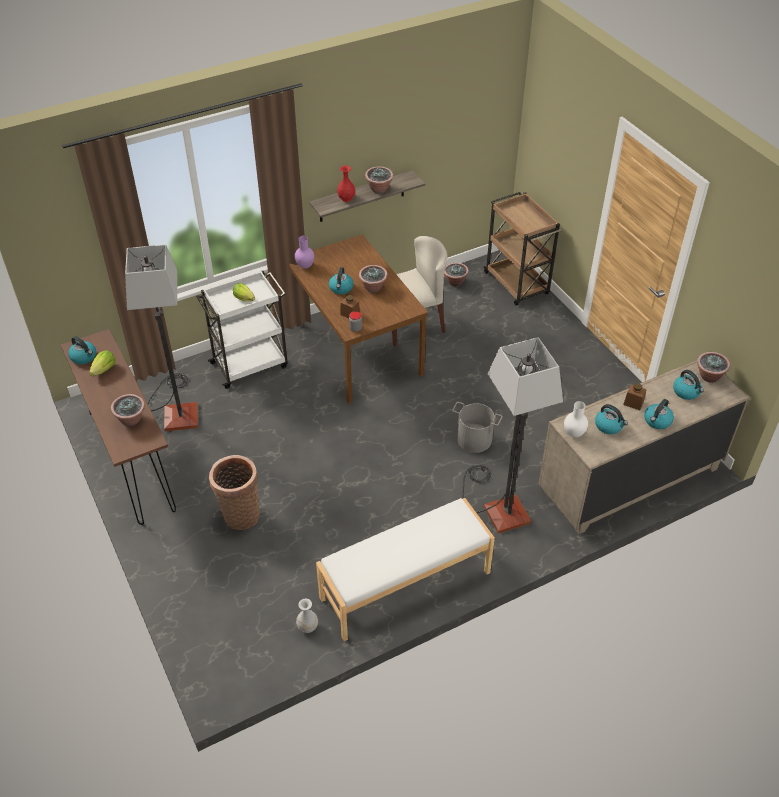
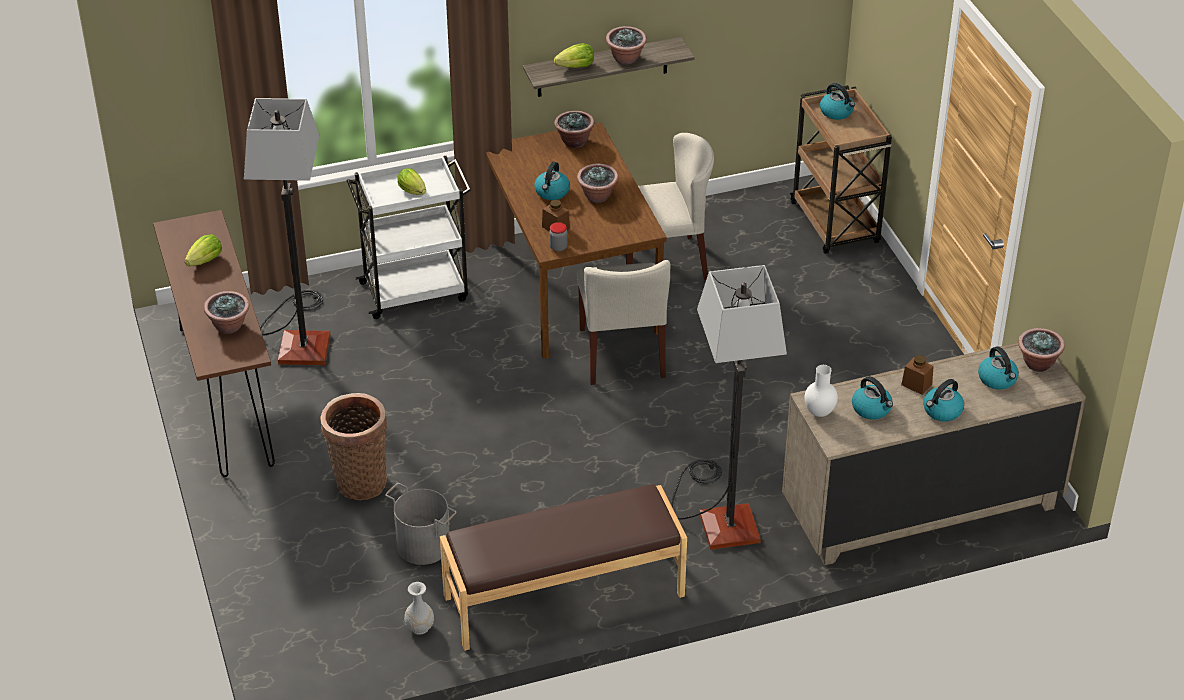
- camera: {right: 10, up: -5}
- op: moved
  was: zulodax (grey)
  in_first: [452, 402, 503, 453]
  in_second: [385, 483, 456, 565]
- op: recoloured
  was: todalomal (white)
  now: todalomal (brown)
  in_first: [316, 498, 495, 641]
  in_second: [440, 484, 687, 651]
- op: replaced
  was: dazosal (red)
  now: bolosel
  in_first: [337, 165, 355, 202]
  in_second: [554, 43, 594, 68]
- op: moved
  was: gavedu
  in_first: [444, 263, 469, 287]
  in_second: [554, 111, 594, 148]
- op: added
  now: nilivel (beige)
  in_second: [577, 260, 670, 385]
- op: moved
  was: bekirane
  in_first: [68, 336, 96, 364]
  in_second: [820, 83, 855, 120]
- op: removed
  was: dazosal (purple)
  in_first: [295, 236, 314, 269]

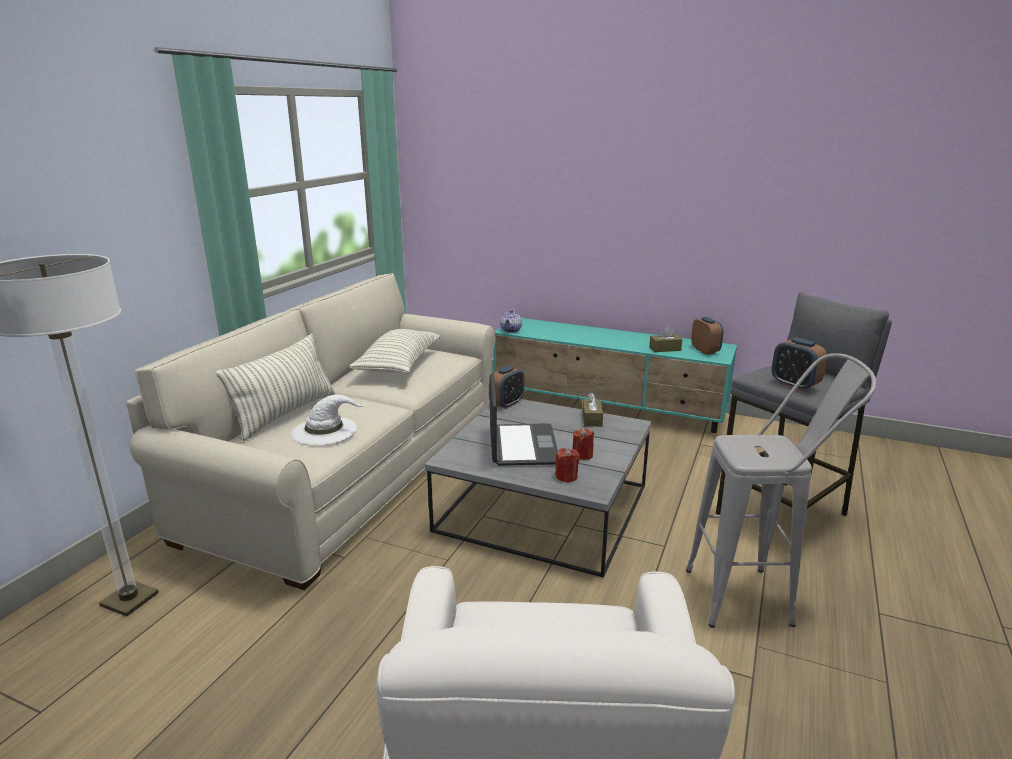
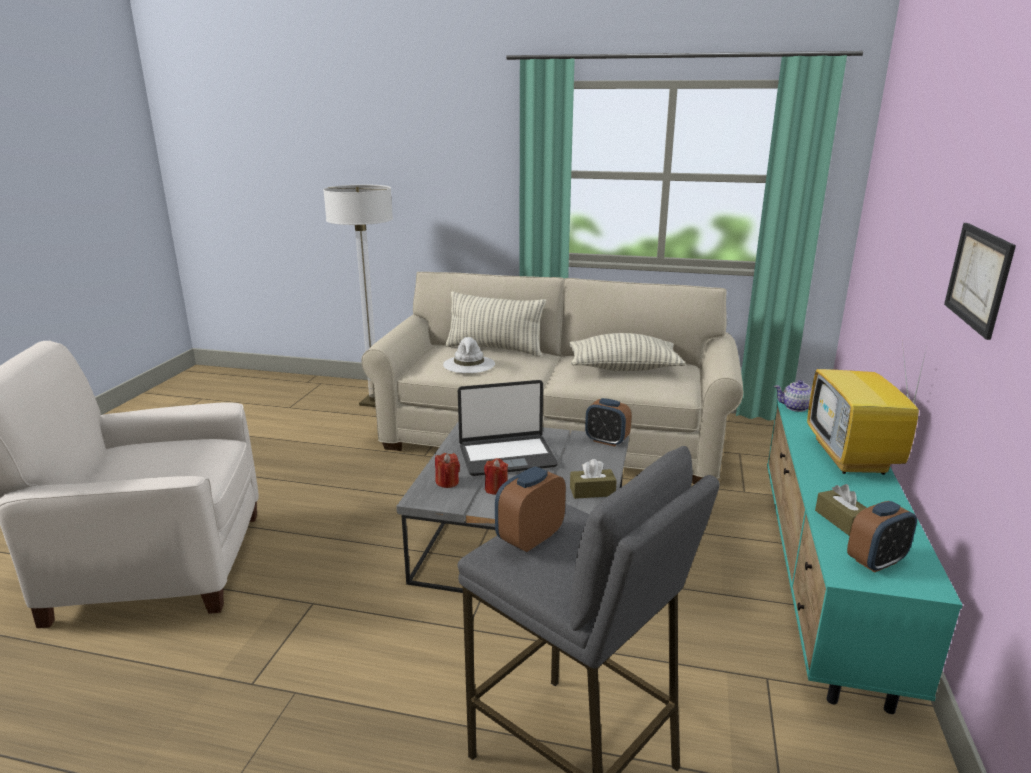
- camera: {right: 80, up: 0}
- op: added
  now: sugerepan
  in_second: [807, 342, 928, 475]
- op: added
  now: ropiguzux
  in_second: [944, 223, 1016, 340]
- op: removed
  was: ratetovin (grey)
  in_first: [686, 353, 877, 628]

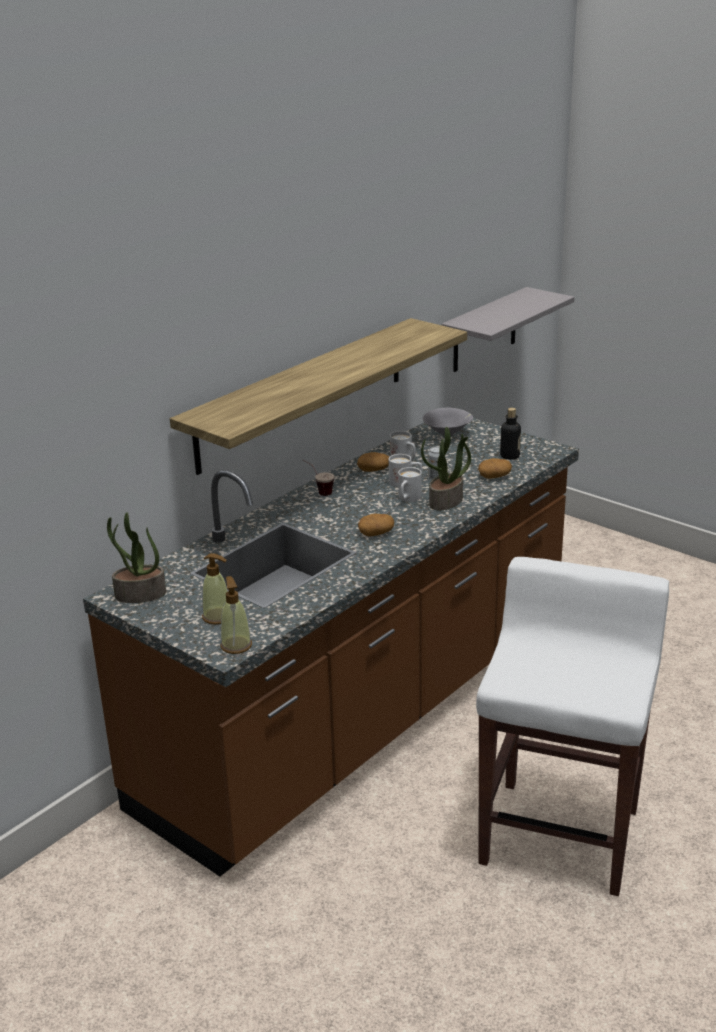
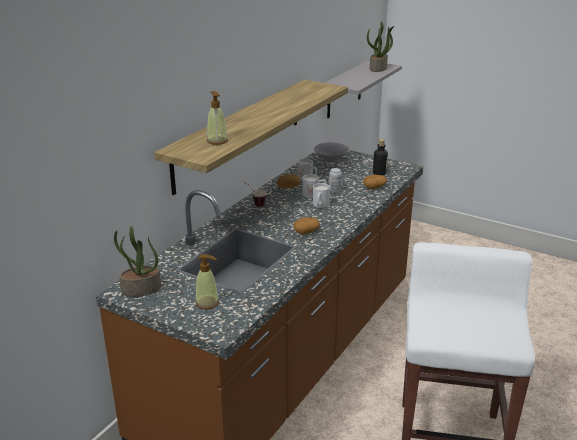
- camera: {right: -10, up: 0}
- op: moved
  was: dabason
  in_first: [221, 576, 252, 654]
  in_second: [207, 91, 228, 145]
- op: moved
  was: gavedu
  in_first: [421, 427, 471, 510]
  in_second: [367, 21, 394, 72]

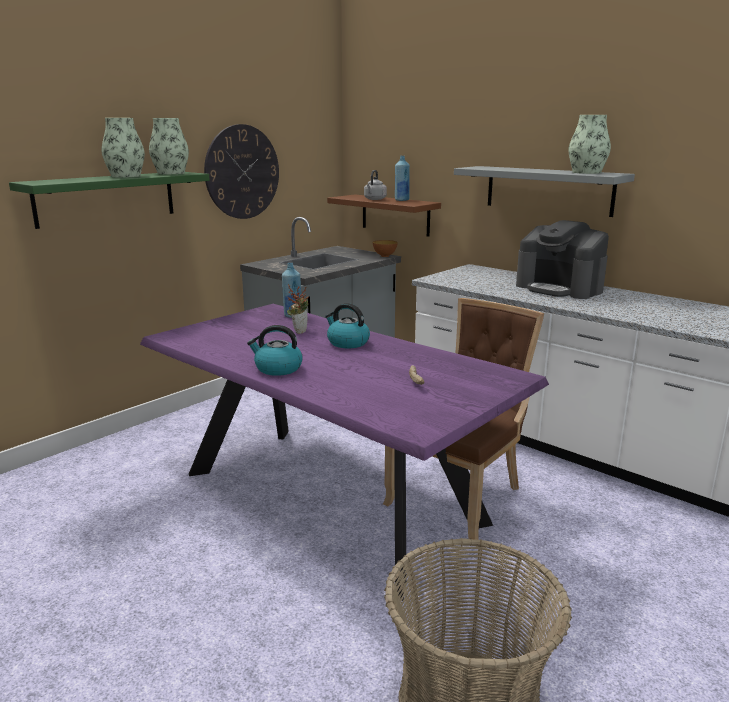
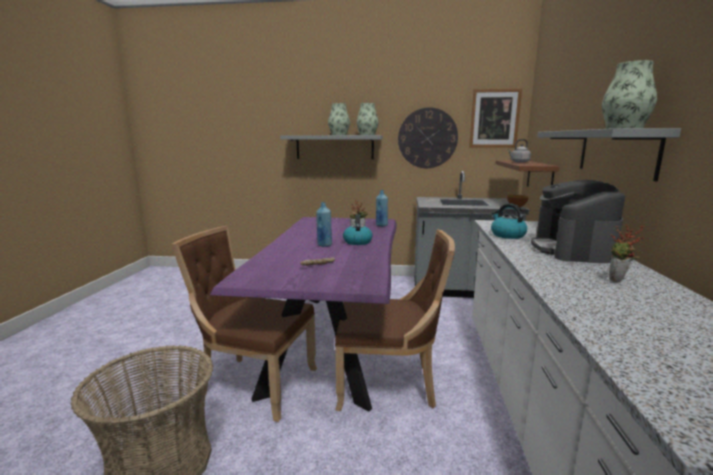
- camera: {right: 55, up: -5}
- op: added
  now: nilivel (brown)
  in_second: [171, 226, 317, 422]
- op: recoloured
  was: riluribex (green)
  now: riluribex (grey)
  in_first: [9, 172, 210, 229]
  in_second: [280, 135, 383, 159]
- op: moved
  was: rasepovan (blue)
  in_first: [395, 155, 410, 201]
  in_second: [316, 202, 332, 247]
- op: added
  now: ropiguzux
  in_second: [469, 88, 522, 148]
- op: moved
  was: bekirane
  in_first: [247, 325, 303, 376]
  in_second: [491, 204, 527, 239]
- op: added
  now: gavedu
  in_second: [609, 224, 645, 282]

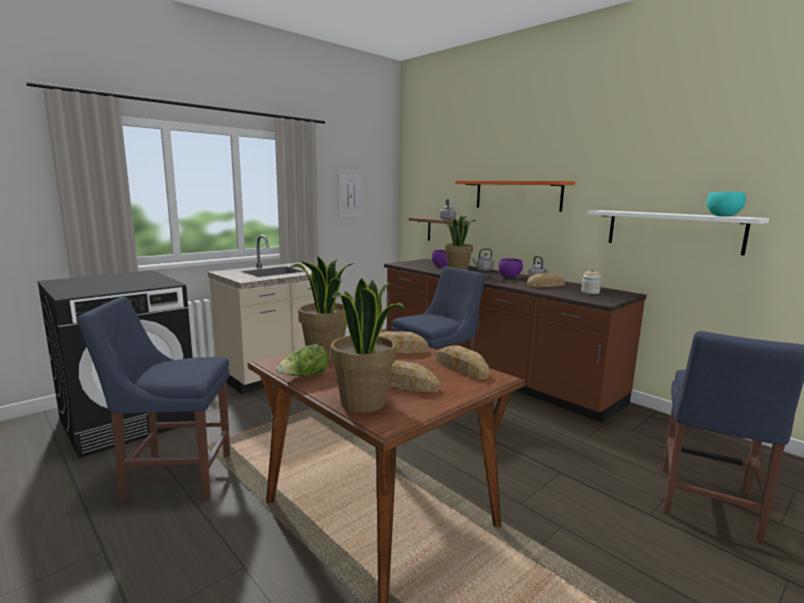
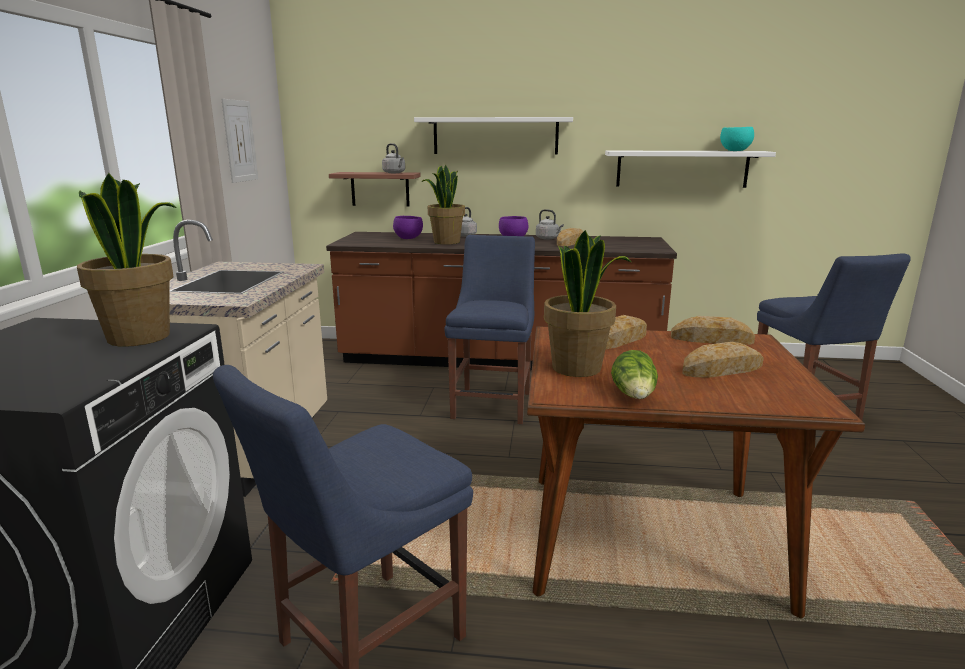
- camera: {right: -40, up: 5}
- op: moved
  was: gavedu
  in_first: [331, 278, 405, 413]
  in_second: [77, 173, 177, 347]
- op: recoloured
  was: riluribex (orange)
  now: riluribex (white)
  in_first: [455, 181, 575, 212]
  in_second: [414, 117, 573, 154]
- op: removed
  was: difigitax
  in_first: [581, 269, 602, 294]

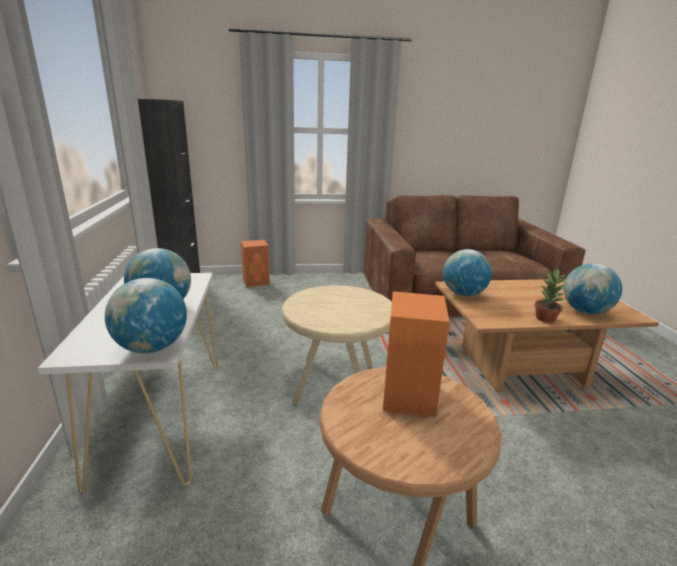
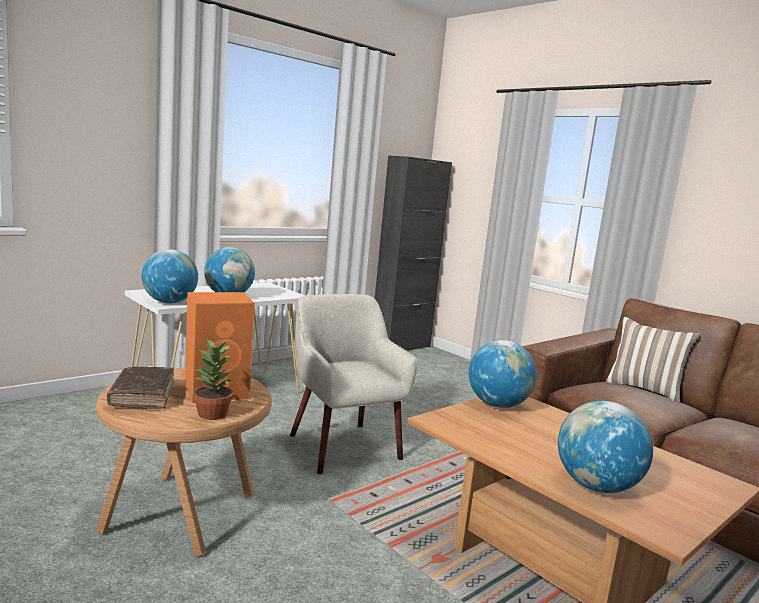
- camera: {right: 55, up: -10}
- op: added
  now: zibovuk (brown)
  in_second: [107, 366, 174, 409]
- op: moved
  was: gavedu
  in_first: [534, 268, 567, 323]
  in_second: [193, 339, 233, 420]
- op: replaced
  was: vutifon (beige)
  now: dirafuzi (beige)
  in_first: [282, 285, 392, 405]
  in_second: [290, 294, 417, 474]
- op: added
  now: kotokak
  in_second: [606, 317, 701, 403]
- op: removed
  was: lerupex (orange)
  in_first: [241, 240, 270, 287]

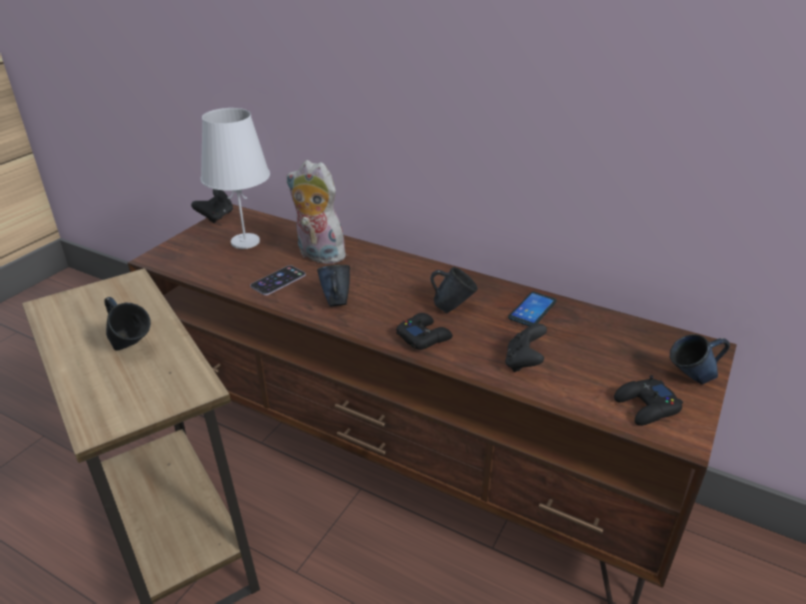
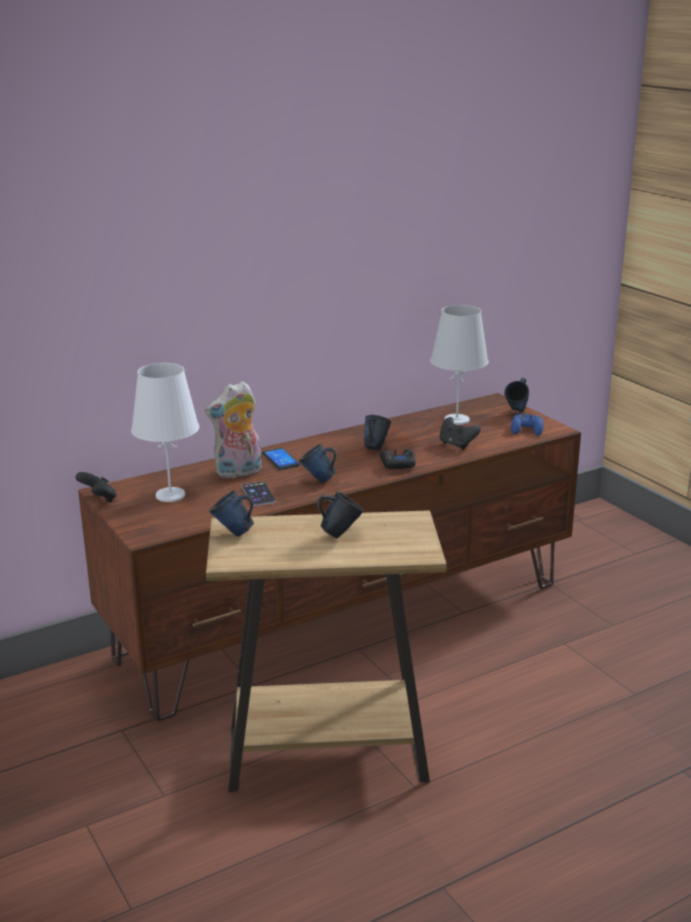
- camera: {right: -60, up: -10}
- op: added
  now: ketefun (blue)
  in_second: [209, 490, 254, 537]
- op: moved
  was: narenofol
  in_first: [508, 291, 557, 326]
  in_second: [262, 448, 300, 470]
- op: added
  now: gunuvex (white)
  in_second: [430, 305, 489, 425]
- op: recoloured
  was: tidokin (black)
  now: tidokin (blue)
  in_first: [614, 375, 683, 426]
  in_second: [511, 412, 544, 436]

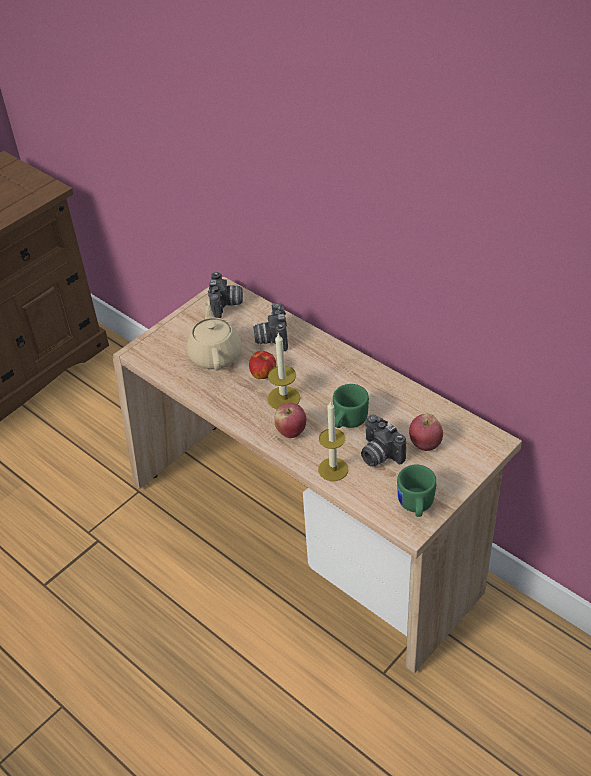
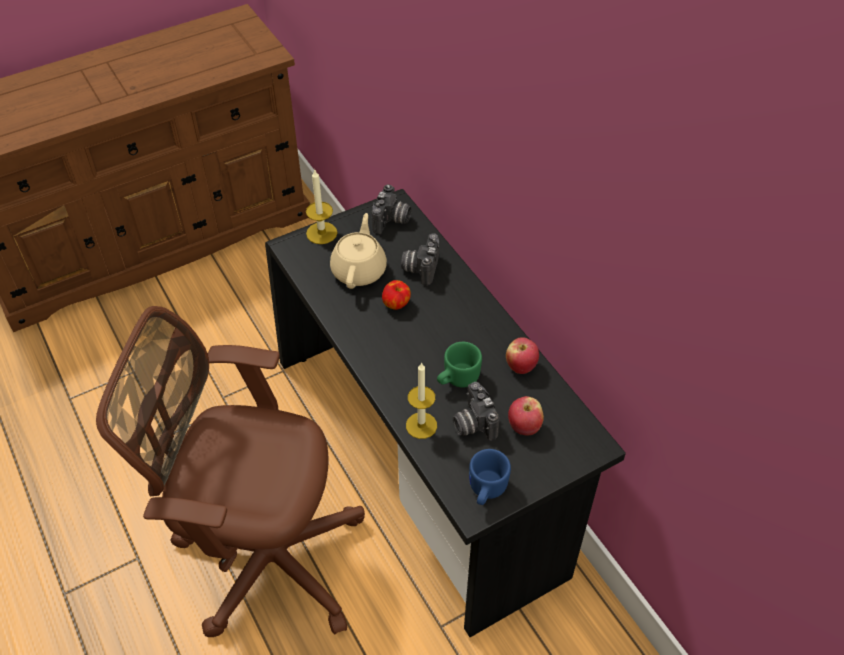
- camera: {right: 15, up: 5}
- op: added
  now: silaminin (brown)
  in_second: [96, 306, 365, 637]
- op: recoloured
  was: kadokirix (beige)
  now: kadokirix (black)
  in_first: [113, 277, 522, 673]
  in_second: [265, 189, 626, 637]
- op: moved
  was: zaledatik
  in_first: [268, 333, 300, 409]
  in_second: [306, 170, 337, 244]
- op: recoloured
  was: ketefun (green)
  now: ketefun (blue)
  in_first: [397, 465, 437, 517]
  in_second: [469, 449, 511, 505]
- op: moved
  was: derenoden
  in_first: [274, 403, 306, 438]
  in_second: [506, 337, 539, 374]

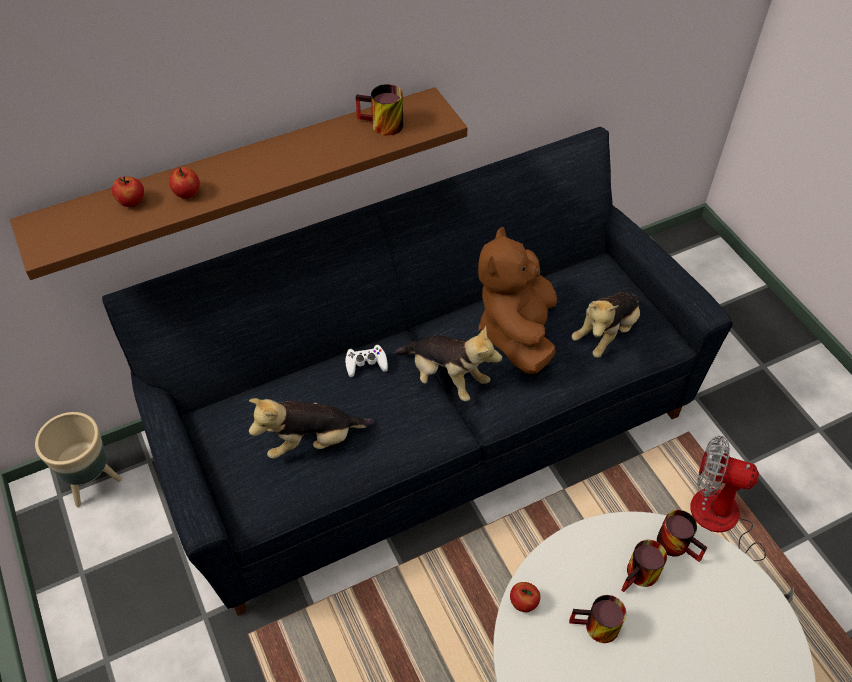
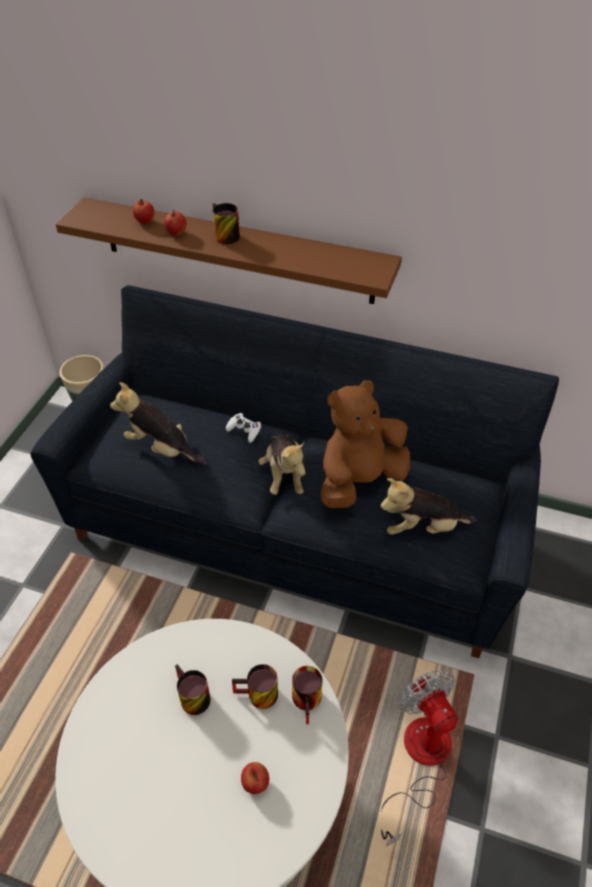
- camera: {right: 45, up: -5}
- op: moved
  was: ketefun
  in_first: [356, 84, 403, 136]
  in_second: [213, 203, 240, 244]
- op: moved
  was: derenoden
  in_first: [510, 582, 540, 612]
  in_second: [241, 762, 269, 794]

